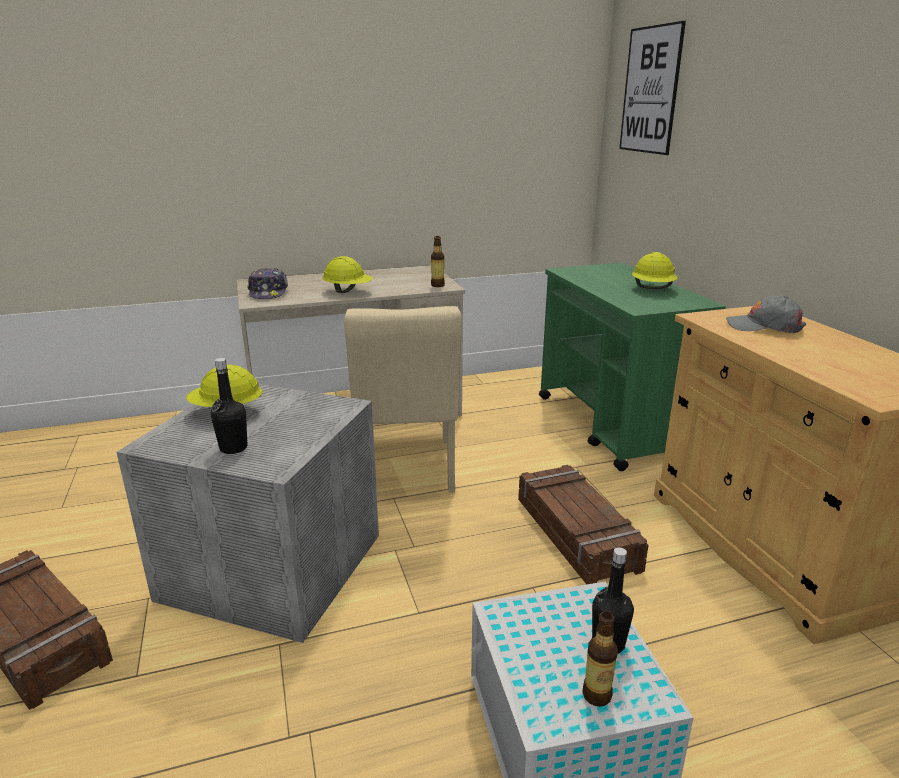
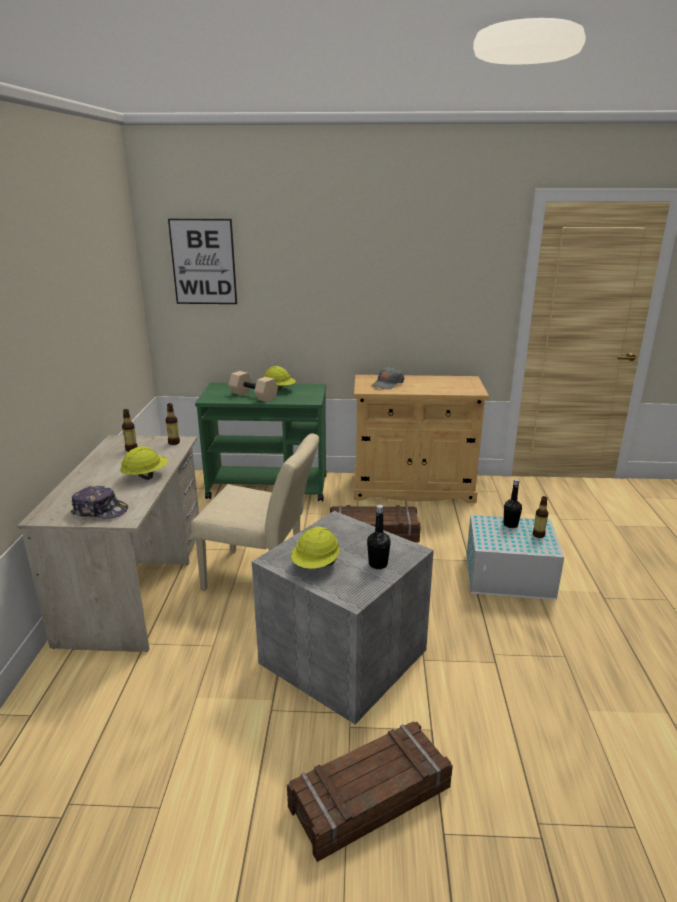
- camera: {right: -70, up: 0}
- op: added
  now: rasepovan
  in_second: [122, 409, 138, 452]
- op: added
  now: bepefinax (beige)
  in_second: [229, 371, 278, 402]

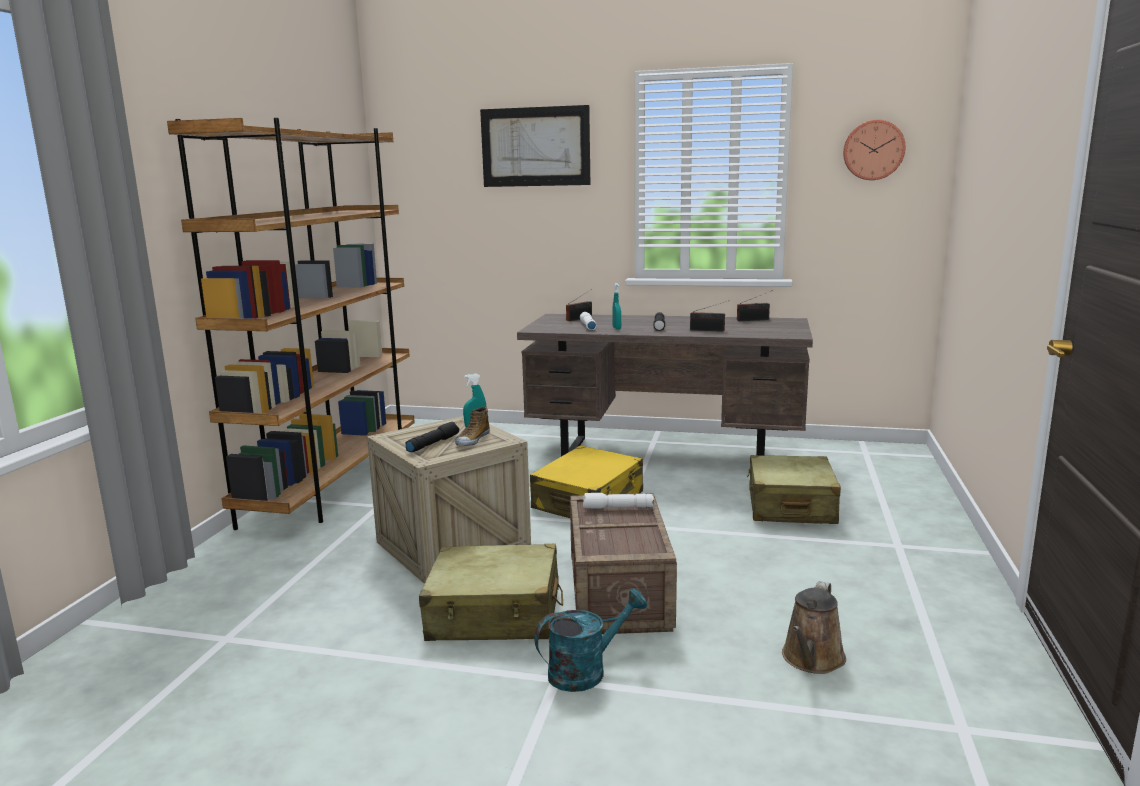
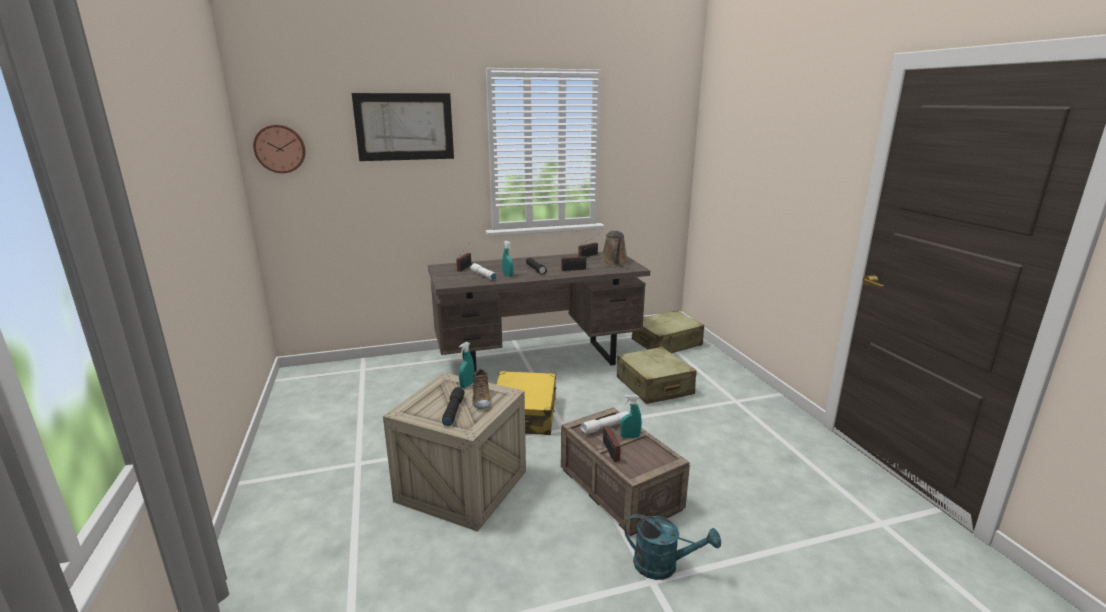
- camera: {right: -30, up: 5}
- op: moved
  was: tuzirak
  in_first: [843, 120, 905, 180]
  in_second: [253, 125, 306, 173]
- op: moved
  was: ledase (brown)
  in_first: [782, 581, 846, 674]
  in_second: [601, 230, 628, 266]
- op: added
  now: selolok
  in_second: [603, 426, 621, 462]
- op: added
  now: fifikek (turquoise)
  in_second: [620, 395, 642, 438]
- op: turned
  was: ledase (turquoise)
  in_first: [534, 589, 648, 692]
  in_second: [624, 514, 721, 580]
  clockwise: 75
- op: moved
  was: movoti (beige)
  in_first: [419, 544, 563, 641]
  in_second: [632, 310, 704, 353]
- op: removed
  was: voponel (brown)
  in_first: [167, 118, 415, 530]

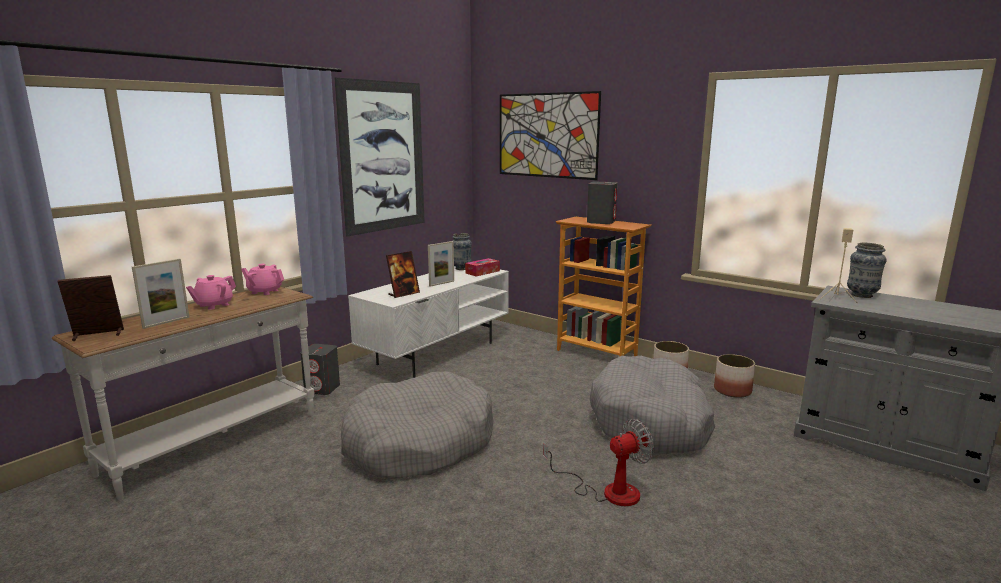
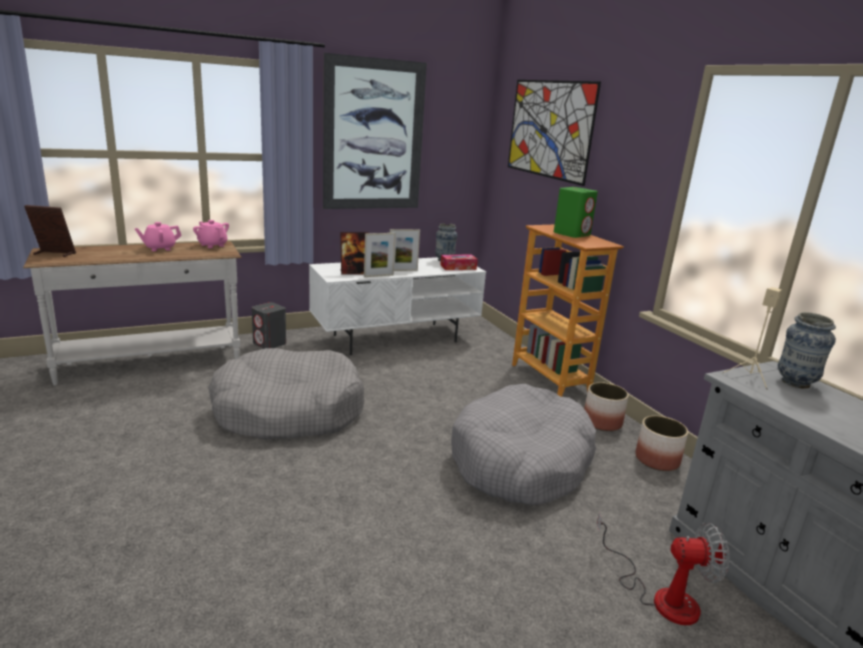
- camera: {right: 25, up: 5}
- op: moved
  was: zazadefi
  in_first: [132, 259, 189, 329]
  in_second: [364, 233, 396, 277]
- op: recoloured
  was: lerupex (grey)
  now: lerupex (green)
  in_first: [587, 182, 617, 224]
  in_second: [554, 187, 598, 238]
- op: moved
  was: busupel
  in_first: [543, 419, 654, 506]
  in_second: [597, 512, 730, 625]

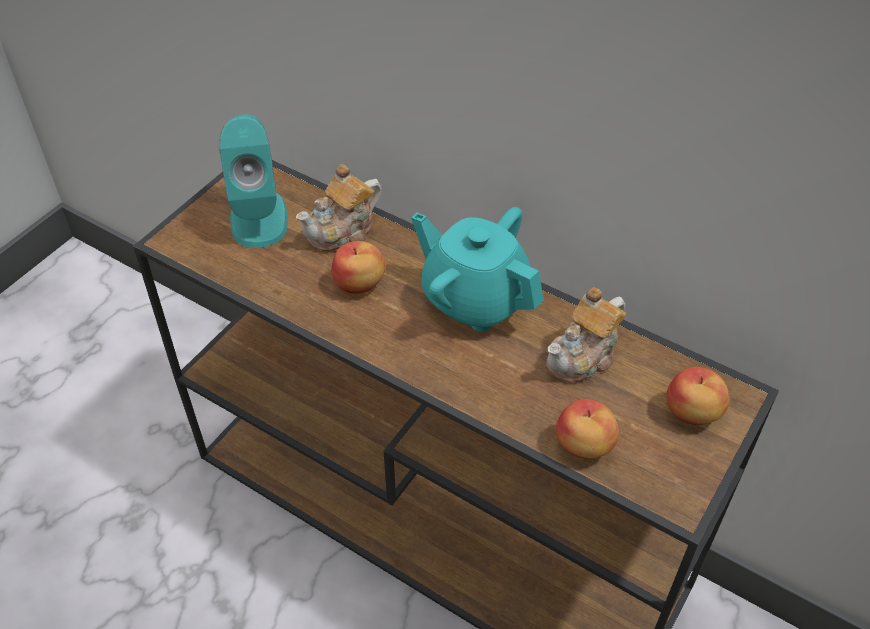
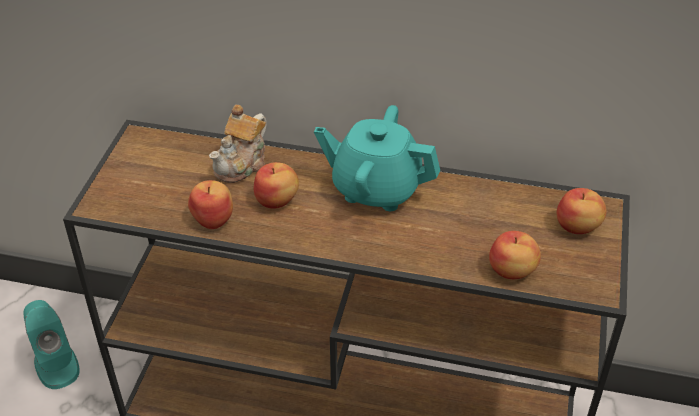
- camera: {right: -20, up: -5}
- op: moved
  was: lerupex (turquoise)
  in_first: [219, 114, 288, 248]
  in_second: [23, 300, 80, 389]
- op: added
  now: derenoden
  in_second: [188, 180, 233, 229]
- op: removed
  was: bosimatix
  in_first: [546, 287, 626, 383]

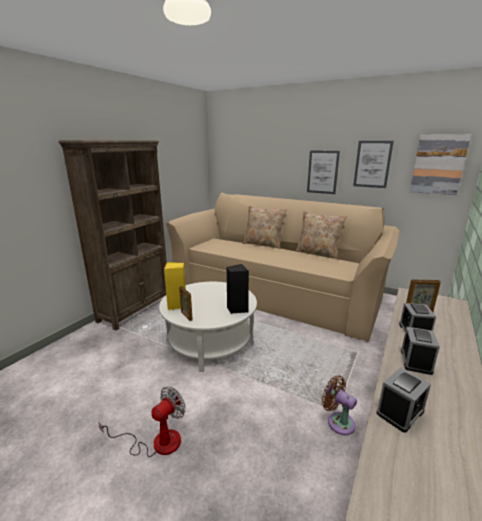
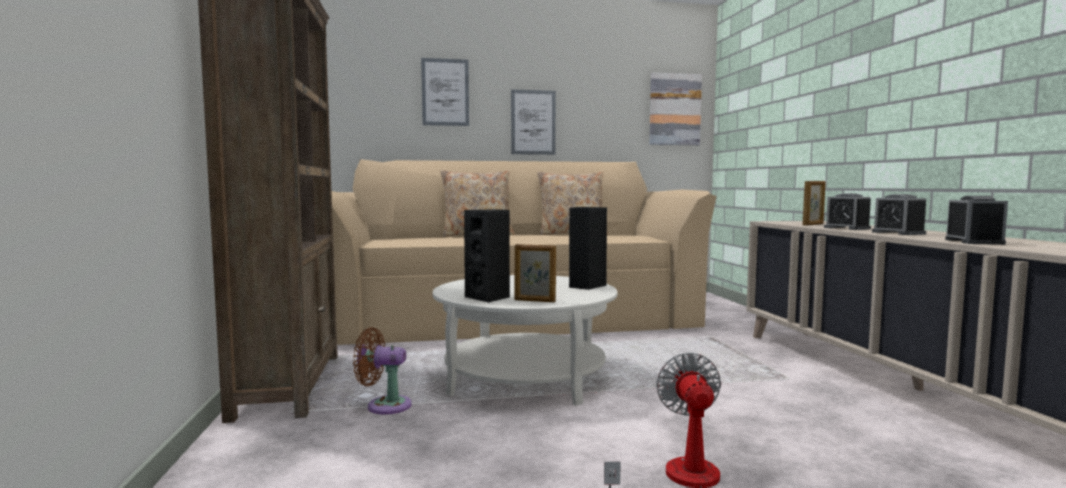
- camera: {right: -40, up: -15}
- op: moved
  was: busupel (brown)
  in_first: [322, 375, 357, 435]
  in_second: [353, 328, 412, 414]
- op: moved
  was: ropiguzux
  in_first: [353, 141, 394, 188]
  in_second: [421, 58, 469, 126]
- op: recoloured
  was: lerupex (yellow)
  now: lerupex (black)
  in_first: [164, 262, 186, 310]
  in_second: [464, 209, 510, 303]

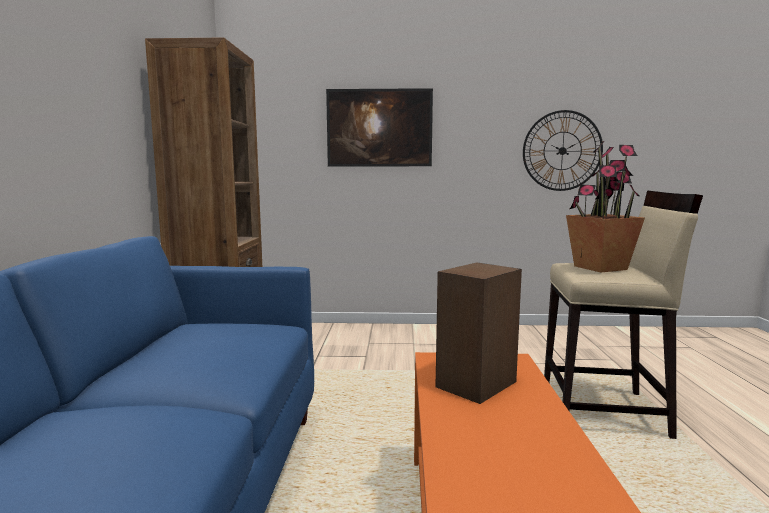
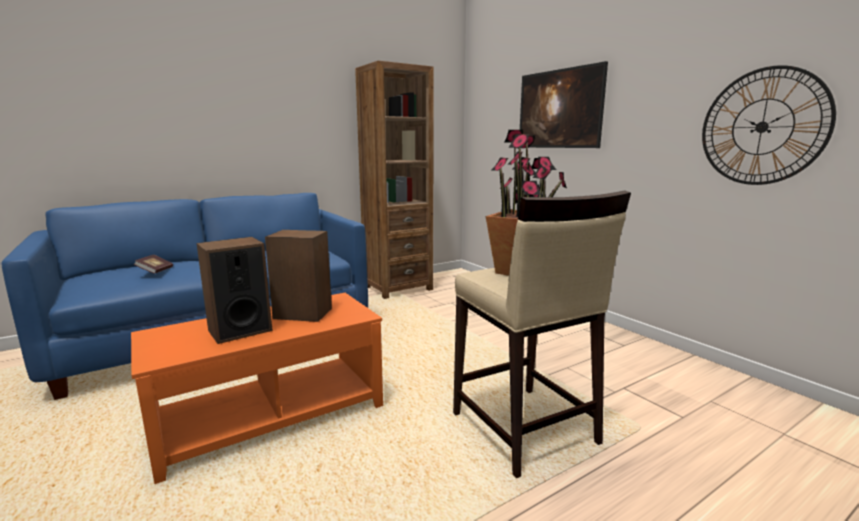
- camera: {right: 55, up: 5}
- op: added
  now: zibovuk
  in_second: [134, 255, 173, 274]
- op: added
  now: lerupex
  in_second: [197, 237, 273, 344]

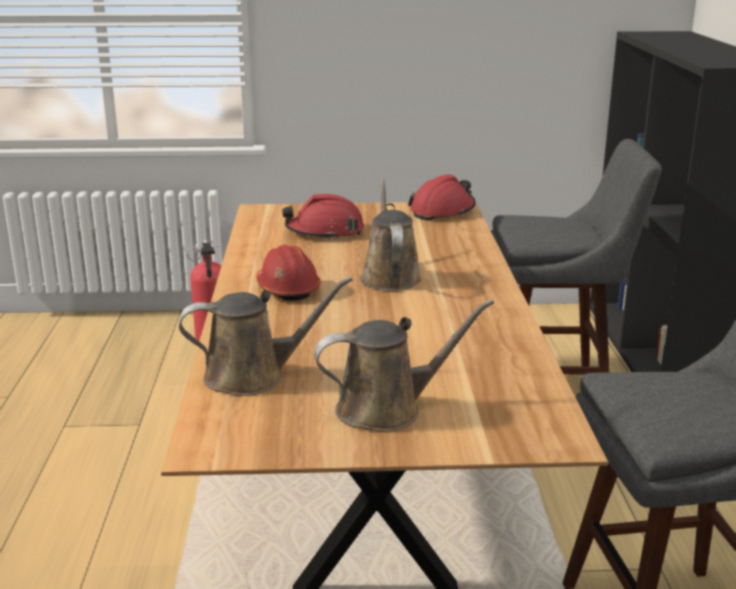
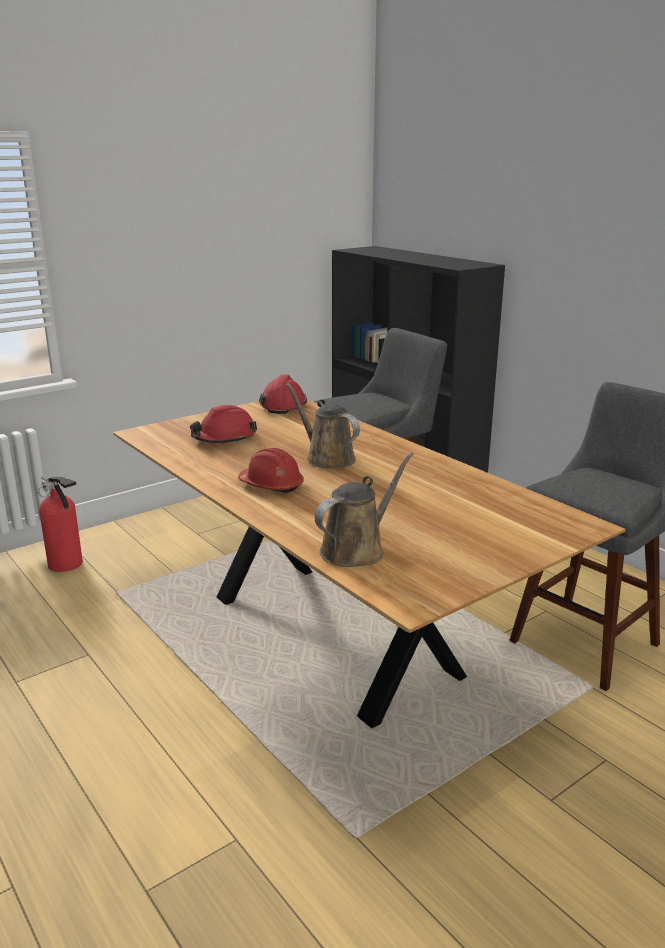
- camera: {right: -35, up: 0}
- op: removed
  was: ledase (brown)
  in_first: [314, 299, 494, 432]

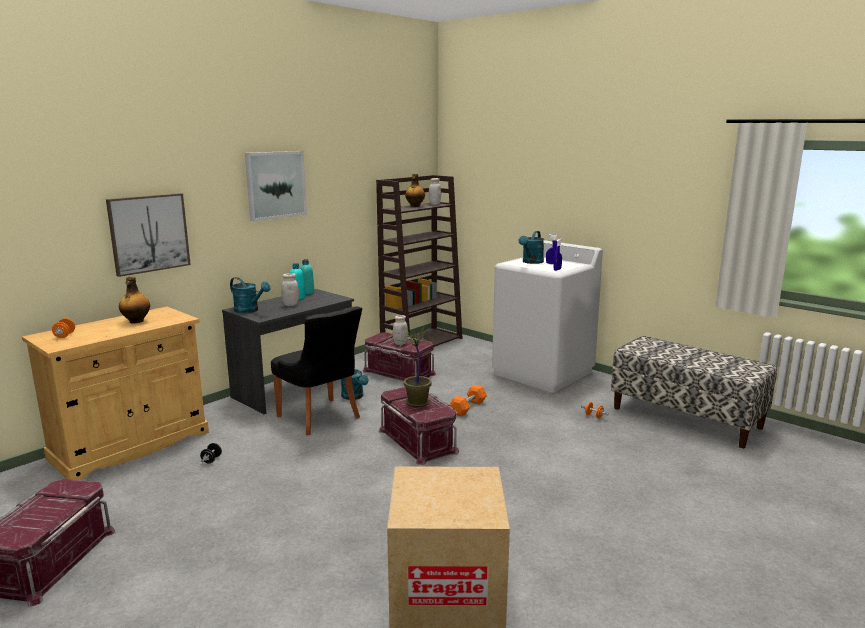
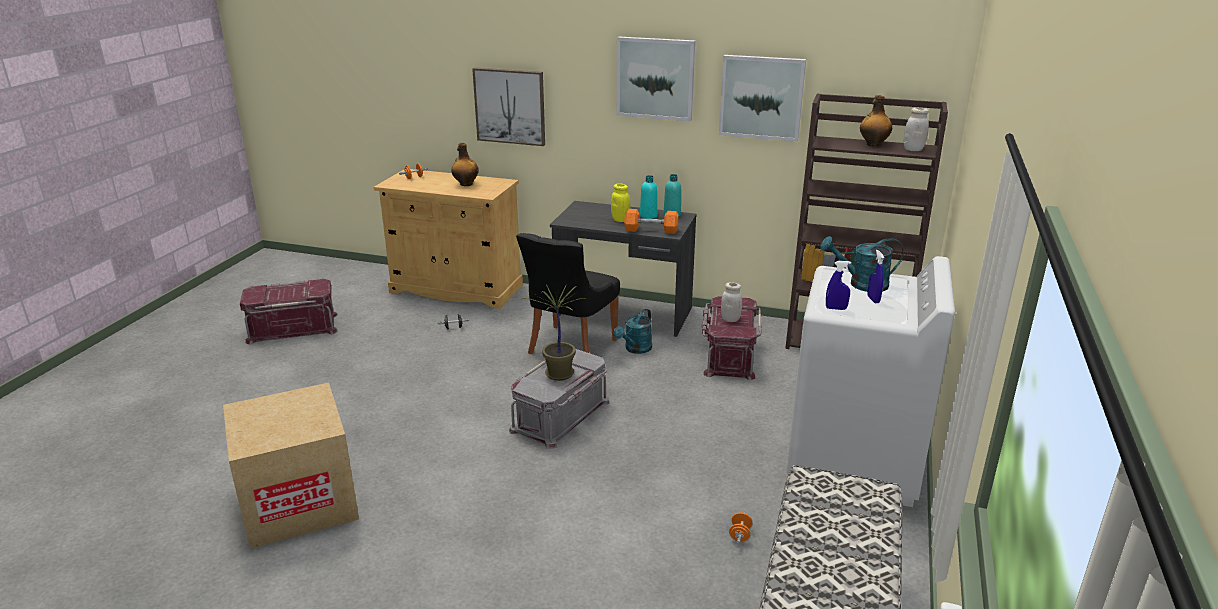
- camera: {right: 65, up: 10}
- op: recoloured
  was: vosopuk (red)
  now: vosopuk (grey)
  in_first: [379, 387, 459, 465]
  in_second: [509, 349, 609, 449]
- op: recoloured
  was: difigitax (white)
  now: difigitax (yellow)
  in_first: [281, 273, 299, 306]
  in_second: [611, 183, 630, 222]
- op: moved
  was: bepefinax (orange)
  in_first: [449, 385, 487, 416]
  in_second: [624, 209, 678, 234]
- op: added
  now: ropiguzux
  in_second: [719, 55, 806, 142]
- op: removed
  was: ledase (turquoise)
  in_first: [230, 277, 270, 313]

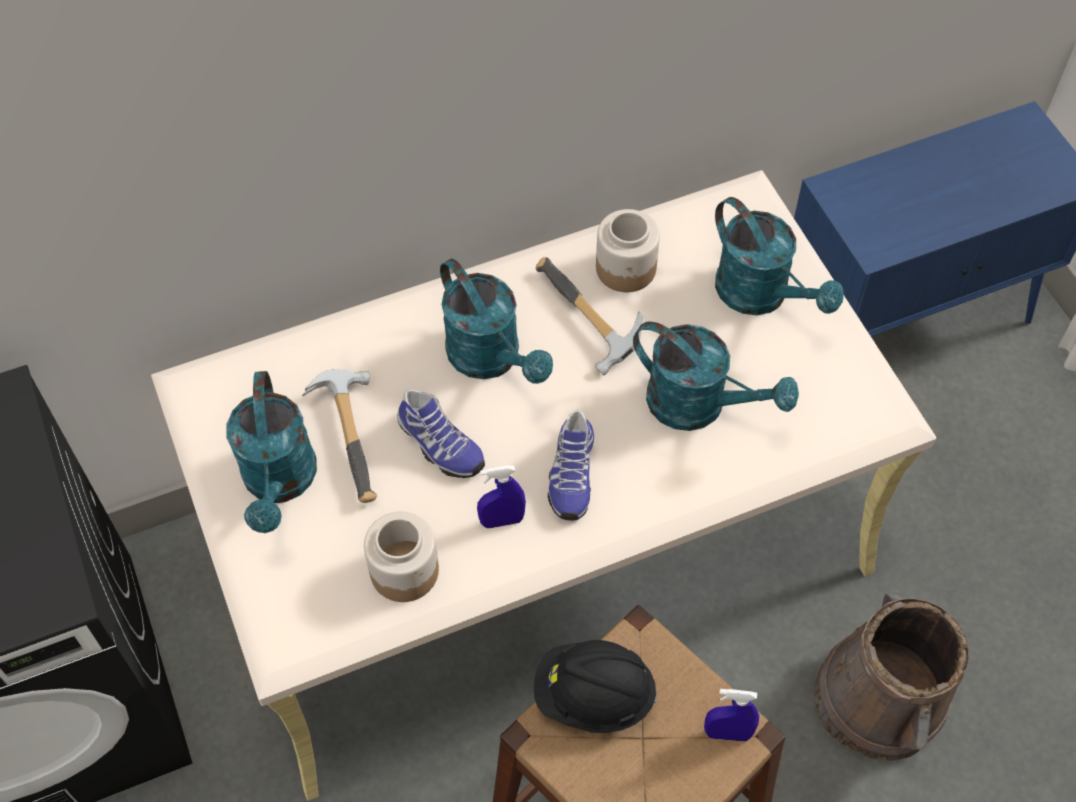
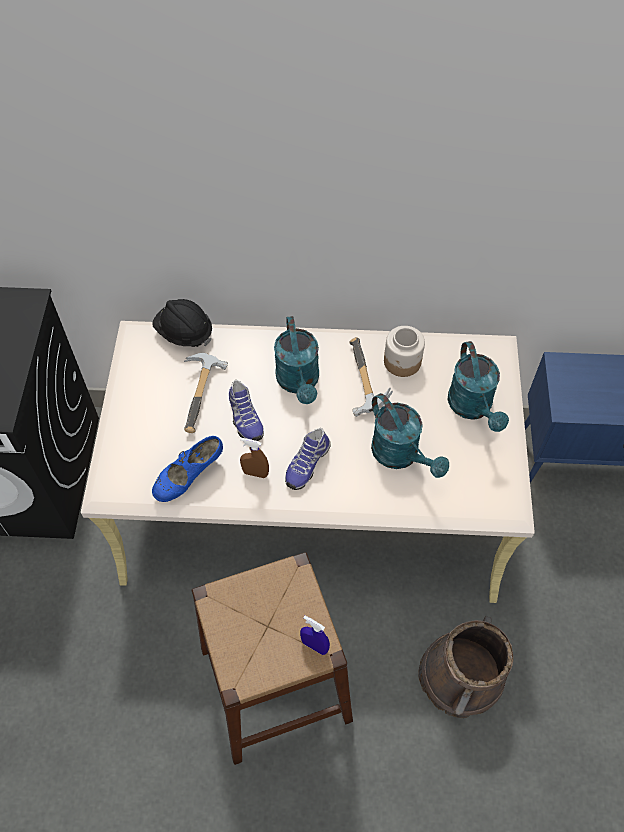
- camera: {right: 25, up: 0}
- op: moved
  was: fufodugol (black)
  in_first: [534, 640, 657, 733]
  in_second: [152, 299, 212, 347]
- op: replaced
  was: difigitax
  now: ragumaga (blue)
  in_first: [364, 512, 439, 602]
  in_second: [152, 436, 223, 502]
- op: recoloured
  was: fifikek (blue)
  now: fifikek (brown)
  in_first: [477, 466, 526, 528]
  in_second: [240, 438, 269, 478]
- op: removed
  was: ledase (turquoise)
  in_first: [227, 371, 317, 533]

